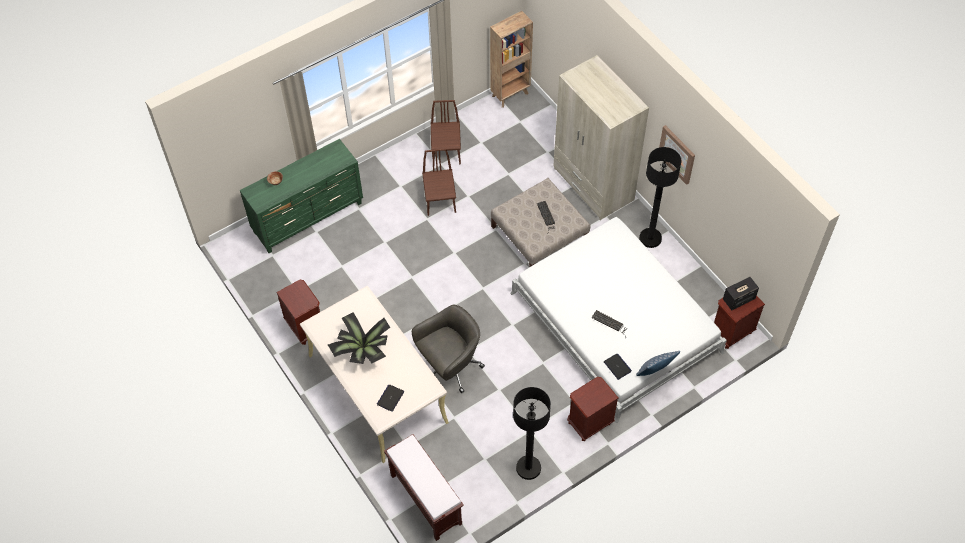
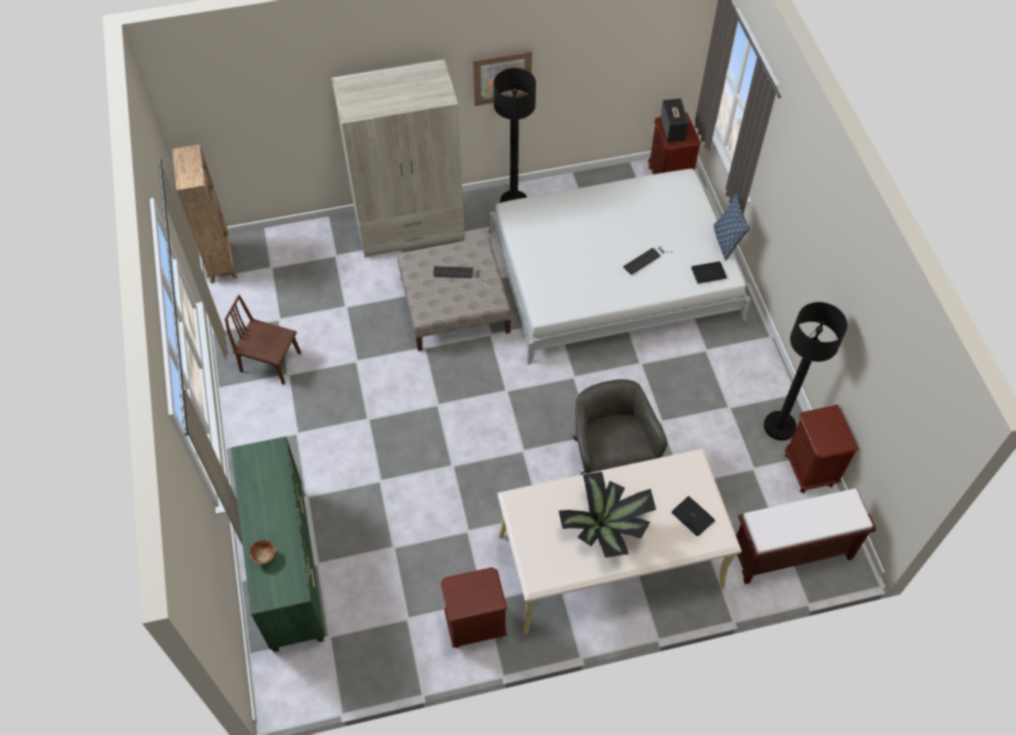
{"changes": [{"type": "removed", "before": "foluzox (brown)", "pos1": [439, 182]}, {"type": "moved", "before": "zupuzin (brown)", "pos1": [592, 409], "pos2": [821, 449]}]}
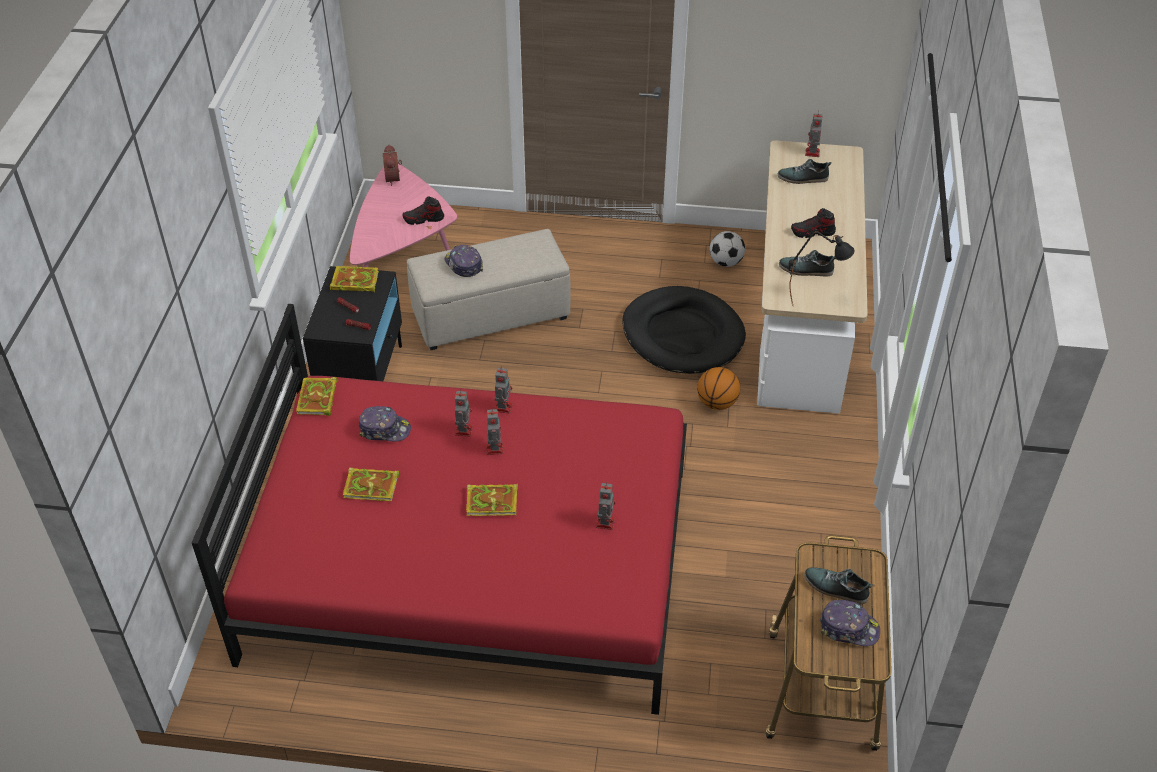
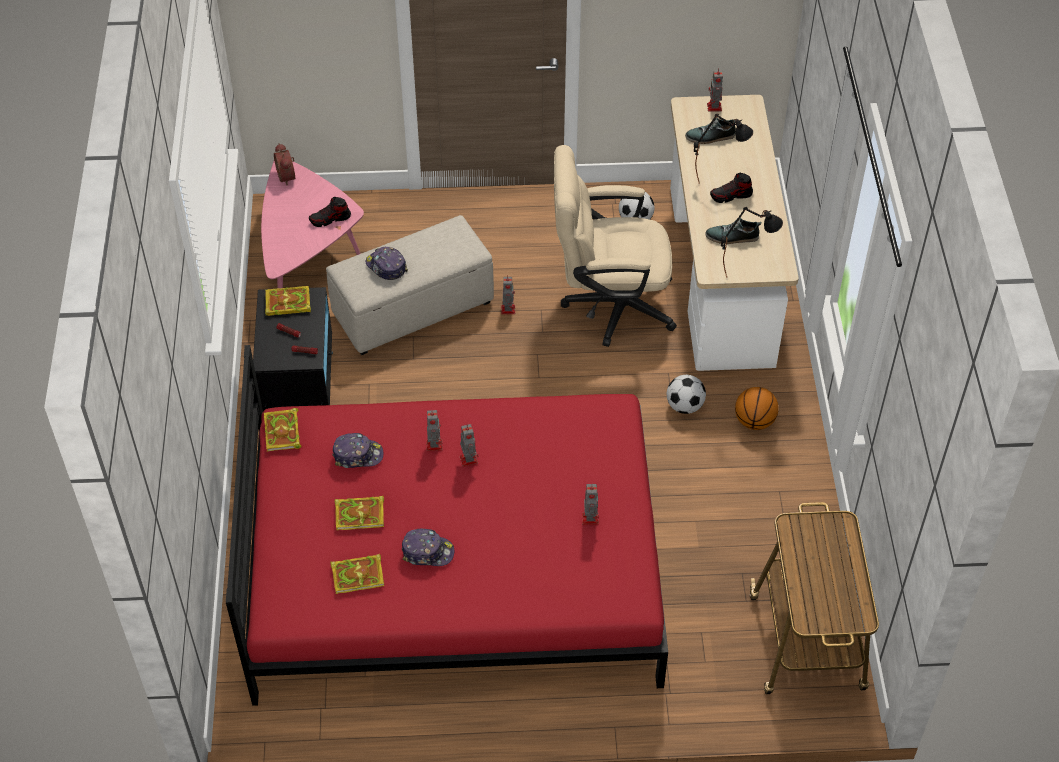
{"changes": [{"type": "removed", "before": "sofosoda", "pos1": [838, 585]}, {"type": "added", "after": "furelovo", "pos2": [686, 394]}, {"type": "added", "after": "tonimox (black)", "pos2": [723, 149]}, {"type": "moved", "before": "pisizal", "pos1": [492, 500], "pos2": [357, 573]}, {"type": "moved", "before": "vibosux", "pos1": [504, 389], "pos2": [508, 295]}, {"type": "moved", "before": "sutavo", "pos1": [718, 388], "pos2": [757, 408]}, {"type": "moved", "before": "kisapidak", "pos1": [850, 623], "pos2": [428, 547]}, {"type": "replaced", "before": "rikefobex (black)", "after": "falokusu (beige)", "pos1": [684, 330], "pos2": [615, 246]}]}
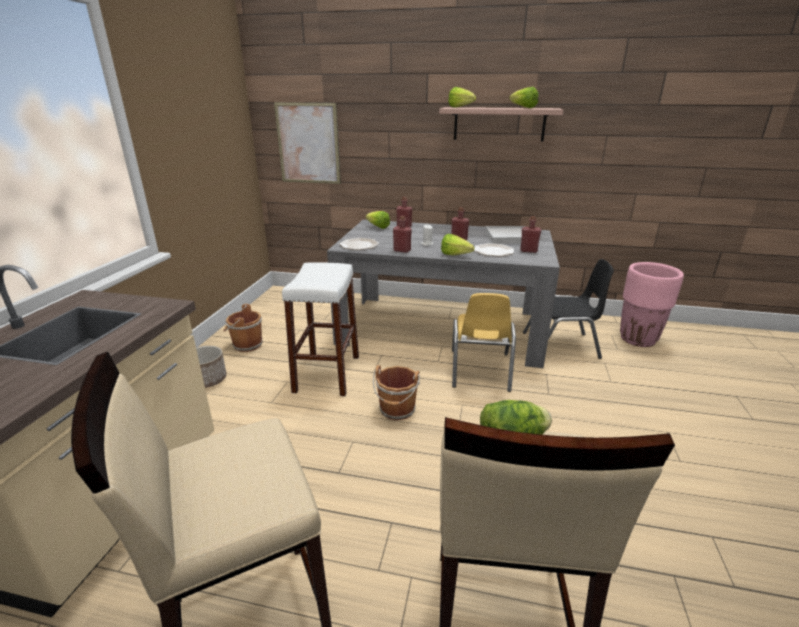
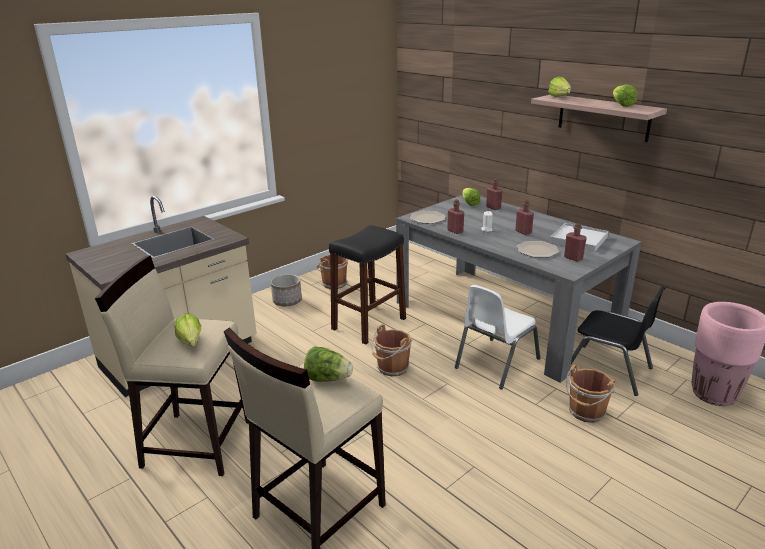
{"changes": [{"type": "removed", "before": "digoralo", "pos1": [307, 143]}, {"type": "added", "after": "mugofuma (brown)", "pos2": [591, 393]}, {"type": "moved", "before": "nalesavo", "pos1": [457, 244], "pos2": [187, 330]}, {"type": "recoloured", "before": "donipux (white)", "after": "donipux (black)", "pos1": [320, 329], "pos2": [367, 285]}, {"type": "recoloured", "before": "foluzox (yellow)", "after": "foluzox (white)", "pos1": [484, 342], "pos2": [497, 337]}]}
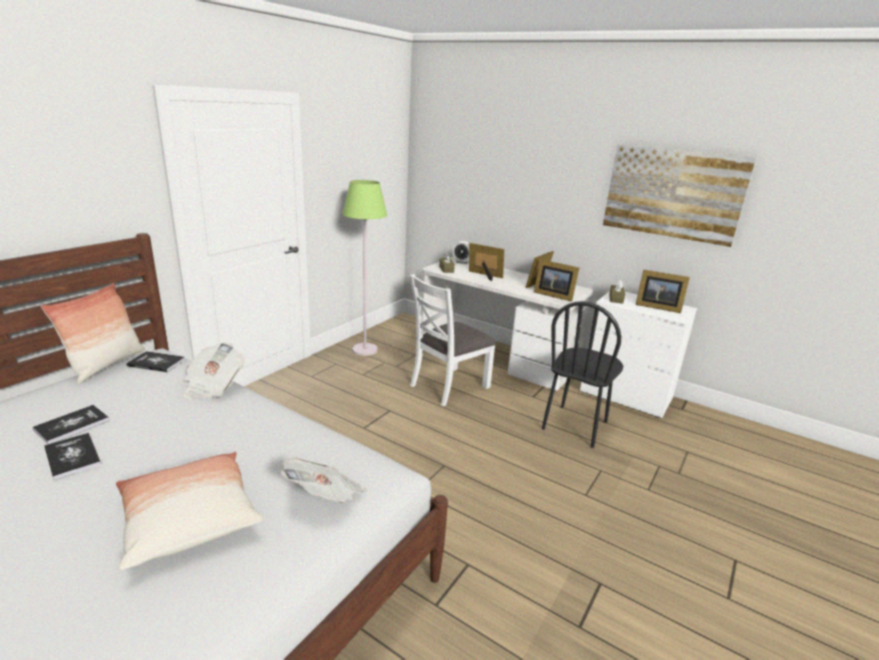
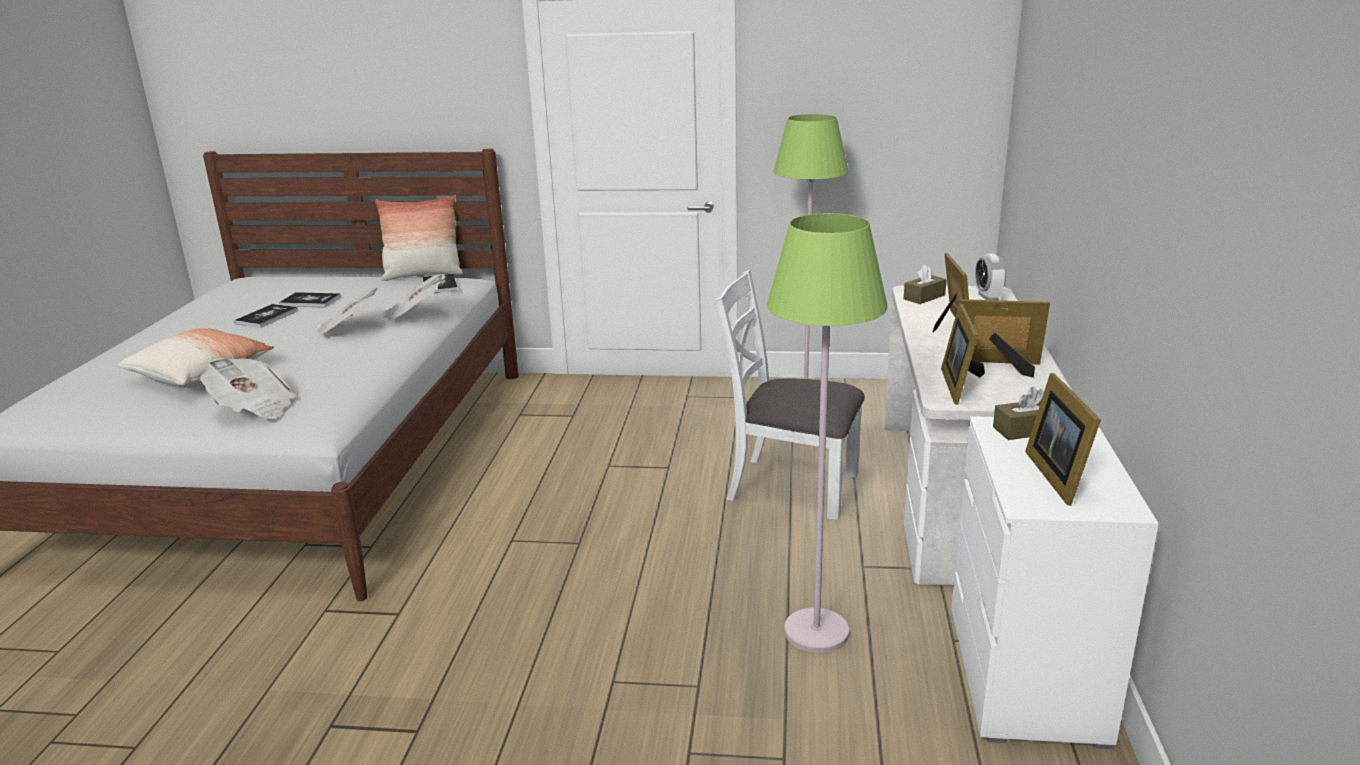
{"changes": [{"type": "removed", "before": "digoralo", "pos1": [679, 196]}, {"type": "added", "after": "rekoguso", "pos2": [347, 311]}, {"type": "replaced", "before": "foluzox (black)", "after": "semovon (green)", "pos1": [582, 374], "pos2": [827, 433]}]}
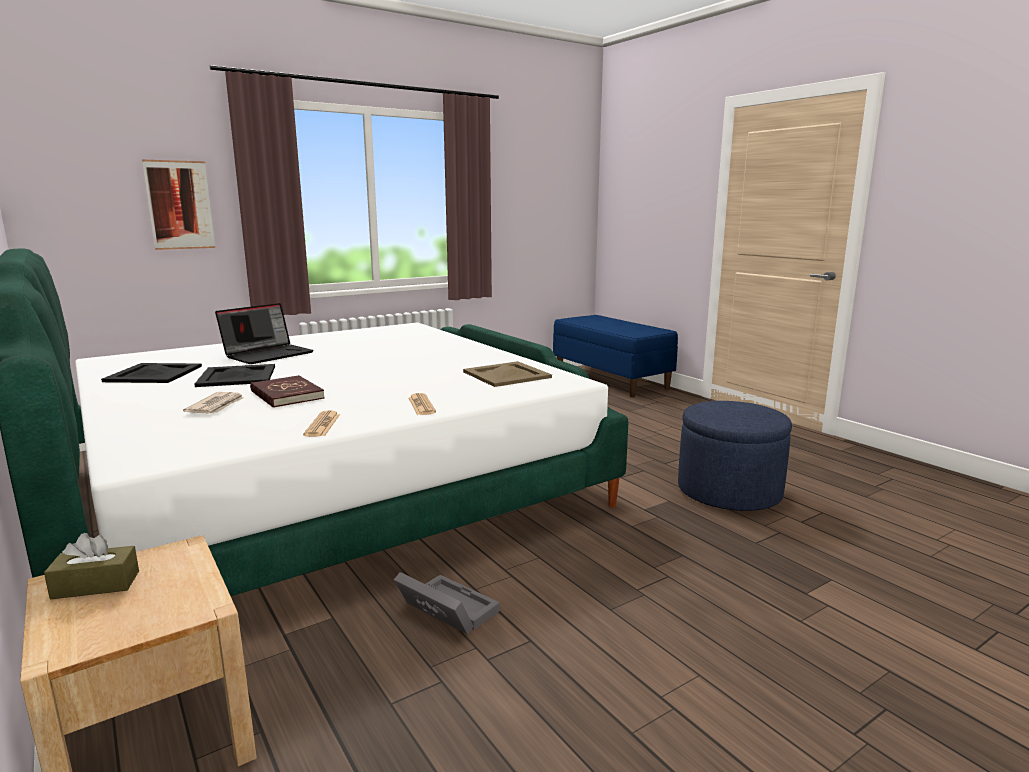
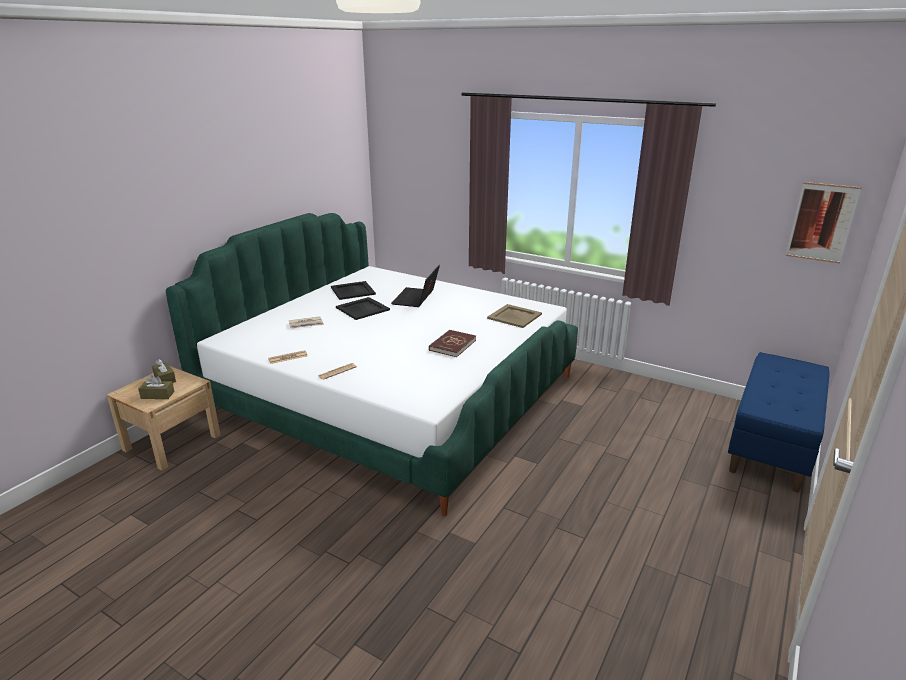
{"changes": [{"type": "removed", "before": "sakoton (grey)", "pos1": [447, 603]}, {"type": "removed", "before": "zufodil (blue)", "pos1": [735, 456]}, {"type": "added", "after": "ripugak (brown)", "pos2": [156, 387]}, {"type": "moved", "before": "digoralo", "pos1": [178, 204], "pos2": [824, 222]}, {"type": "moved", "before": "pisizal (red)", "pos1": [287, 391], "pos2": [452, 343]}, {"type": "moved", "before": "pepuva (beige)", "pos1": [507, 374], "pos2": [514, 316]}, {"type": "turned", "before": "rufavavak", "pos1": [264, 333], "pos2": [415, 286], "turn": 90}]}
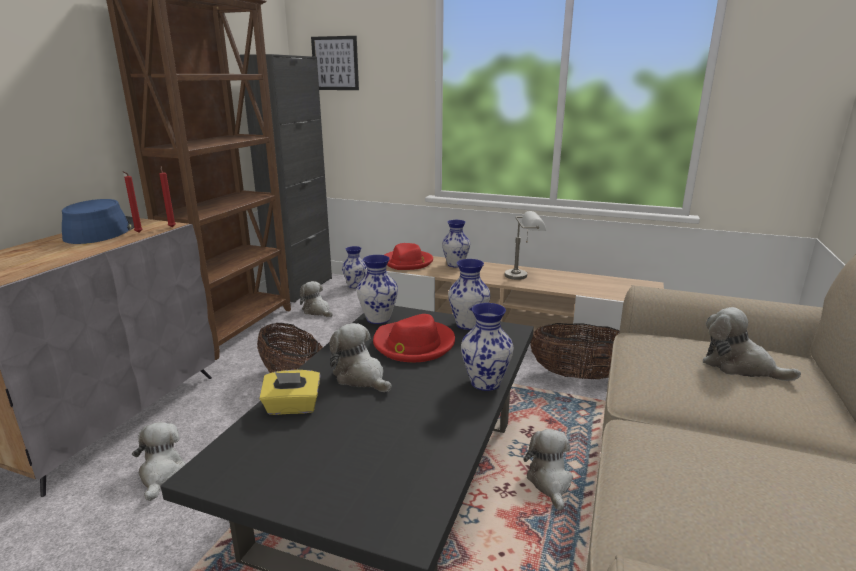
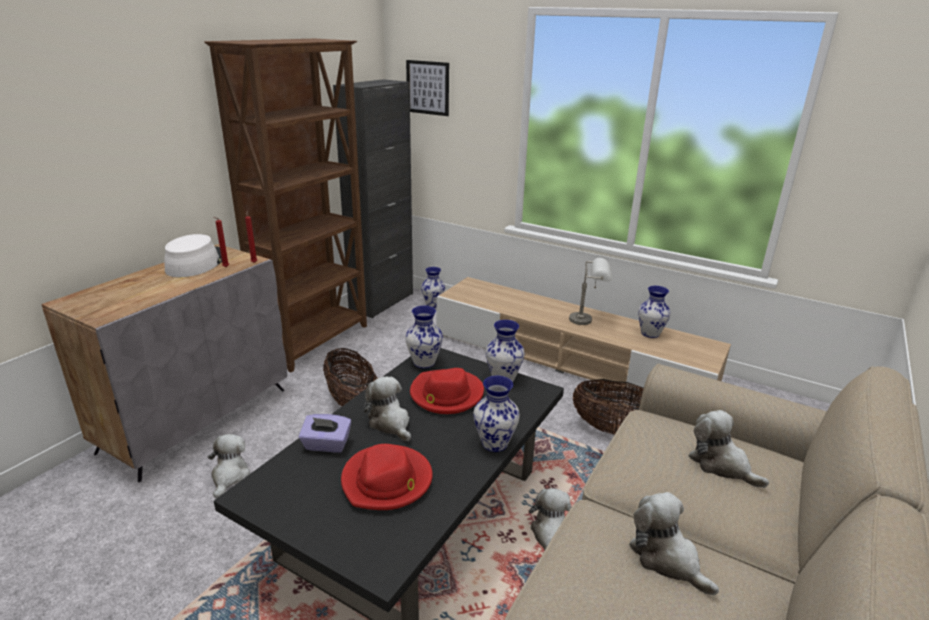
{"changes": [{"type": "moved", "before": "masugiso", "pos1": [316, 299], "pos2": [674, 543]}, {"type": "moved", "before": "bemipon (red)", "pos1": [409, 256], "pos2": [387, 477]}, {"type": "moved", "before": "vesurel", "pos1": [456, 244], "pos2": [654, 312]}, {"type": "recoloured", "before": "bemipon (blue)", "after": "bemipon (white)", "pos1": [98, 221], "pos2": [193, 255]}, {"type": "recoloured", "before": "ripugak (yellow)", "after": "ripugak (purple)", "pos1": [290, 392], "pos2": [325, 433]}]}
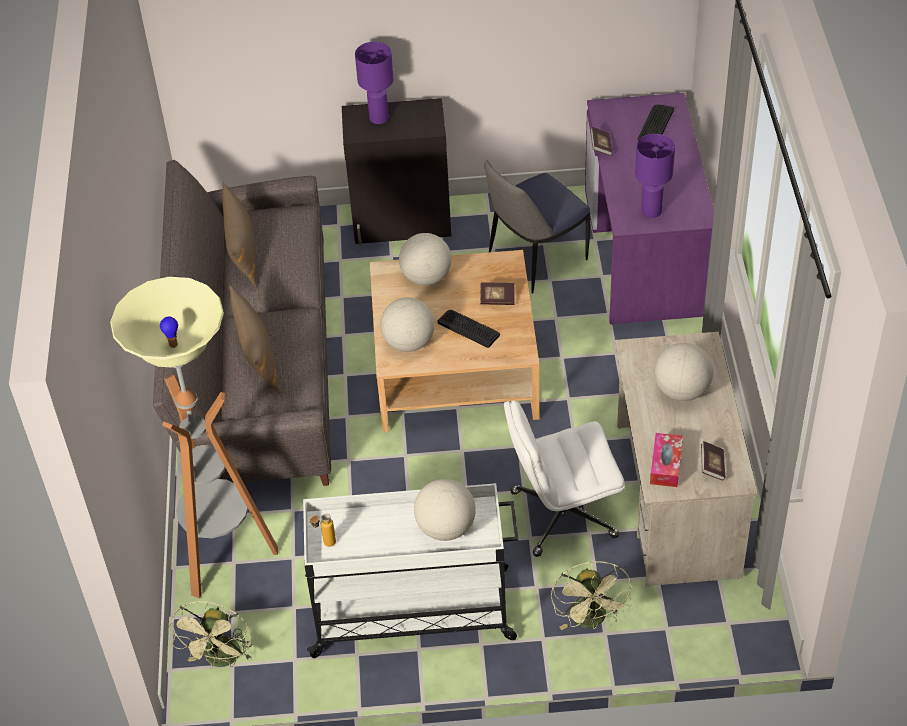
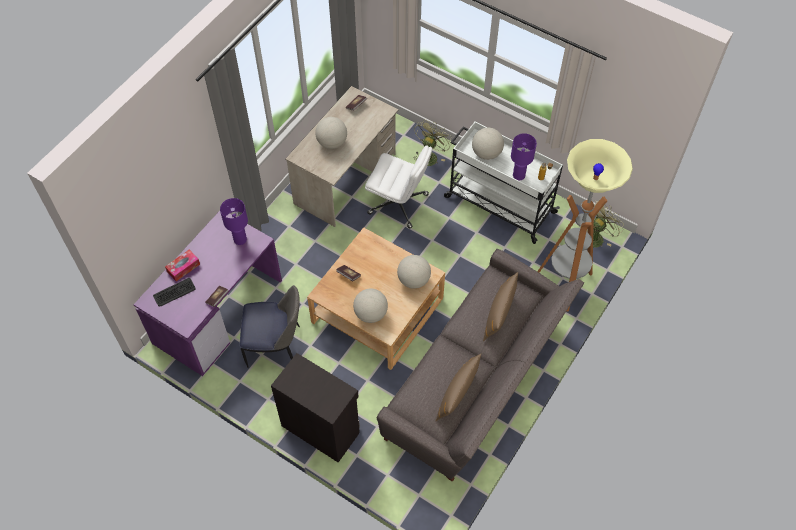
{"changes": [{"type": "removed", "before": "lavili", "pos1": [469, 329]}, {"type": "moved", "before": "tonimox (purple)", "pos1": [374, 83], "pos2": [524, 156]}, {"type": "moved", "before": "ripugak", "pos1": [666, 460], "pos2": [182, 265]}]}
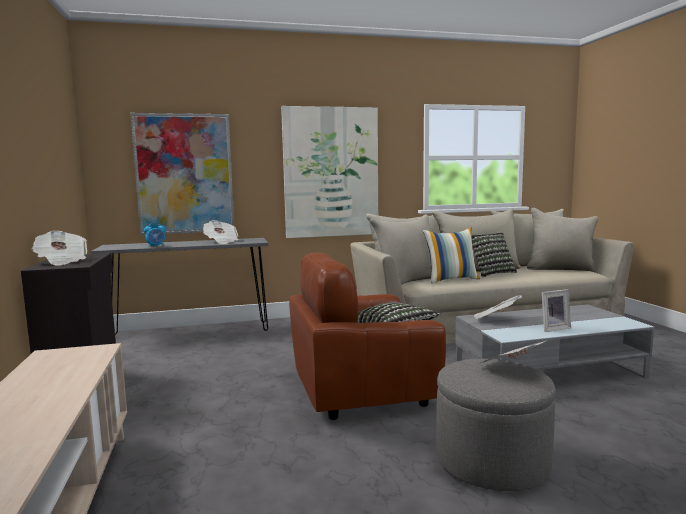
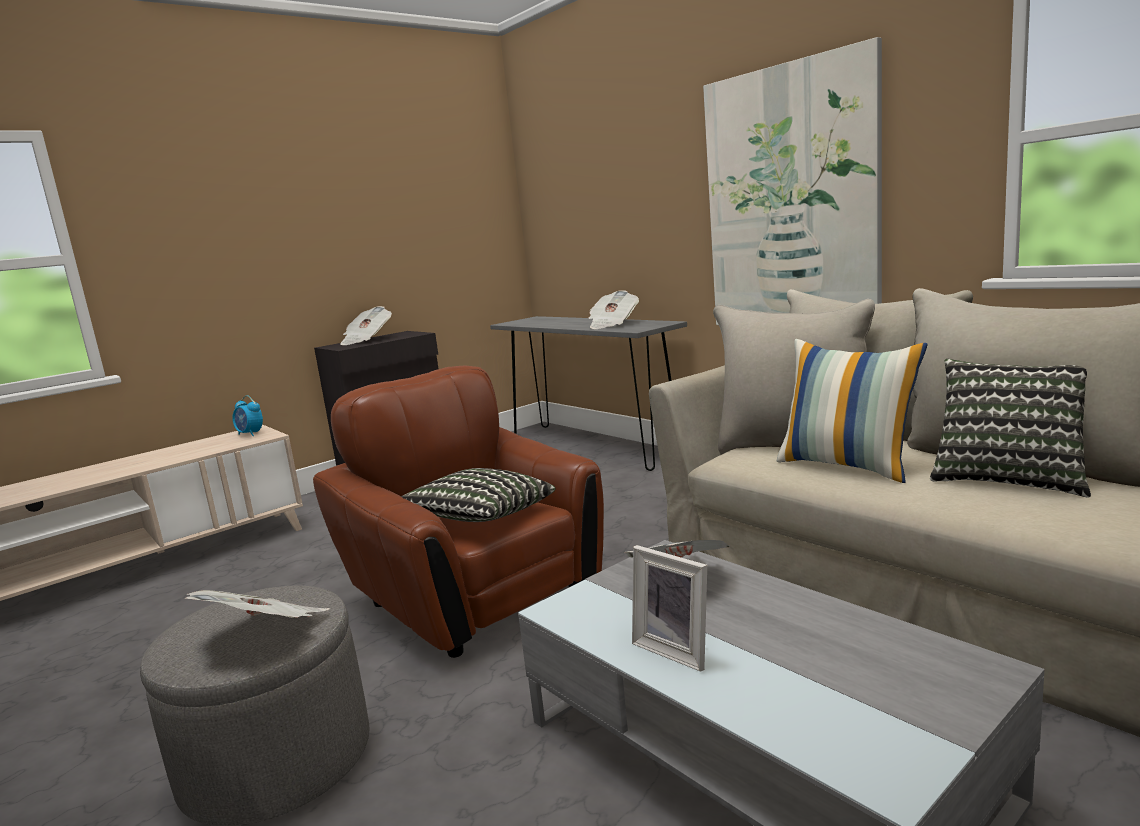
{"changes": [{"type": "removed", "before": "digoralo", "pos1": [182, 174]}, {"type": "moved", "before": "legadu", "pos1": [154, 234], "pos2": [247, 415]}]}
